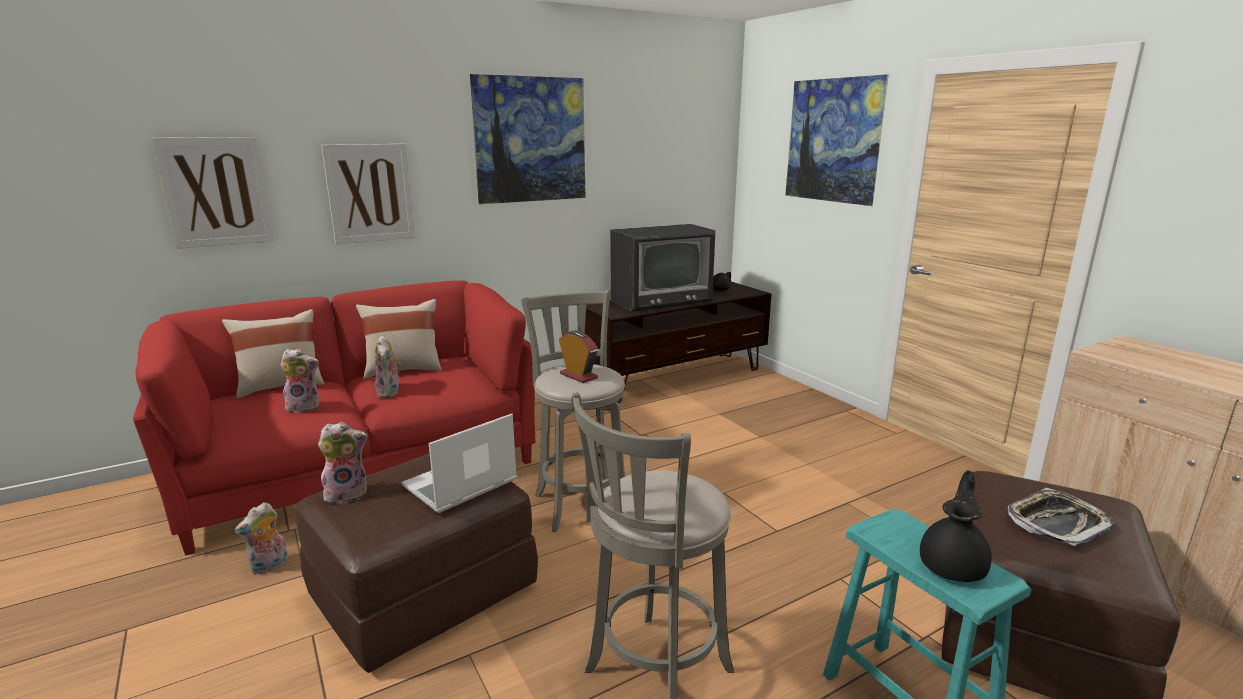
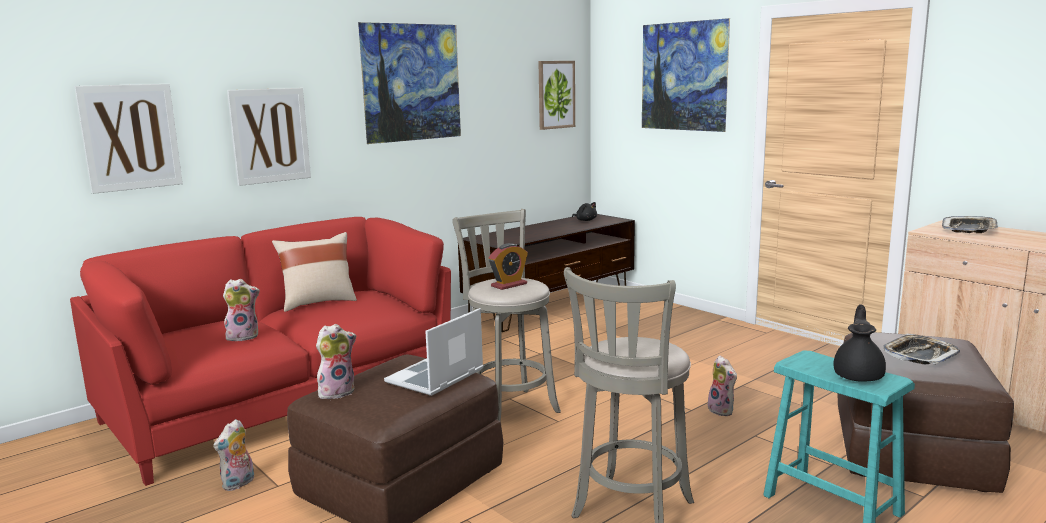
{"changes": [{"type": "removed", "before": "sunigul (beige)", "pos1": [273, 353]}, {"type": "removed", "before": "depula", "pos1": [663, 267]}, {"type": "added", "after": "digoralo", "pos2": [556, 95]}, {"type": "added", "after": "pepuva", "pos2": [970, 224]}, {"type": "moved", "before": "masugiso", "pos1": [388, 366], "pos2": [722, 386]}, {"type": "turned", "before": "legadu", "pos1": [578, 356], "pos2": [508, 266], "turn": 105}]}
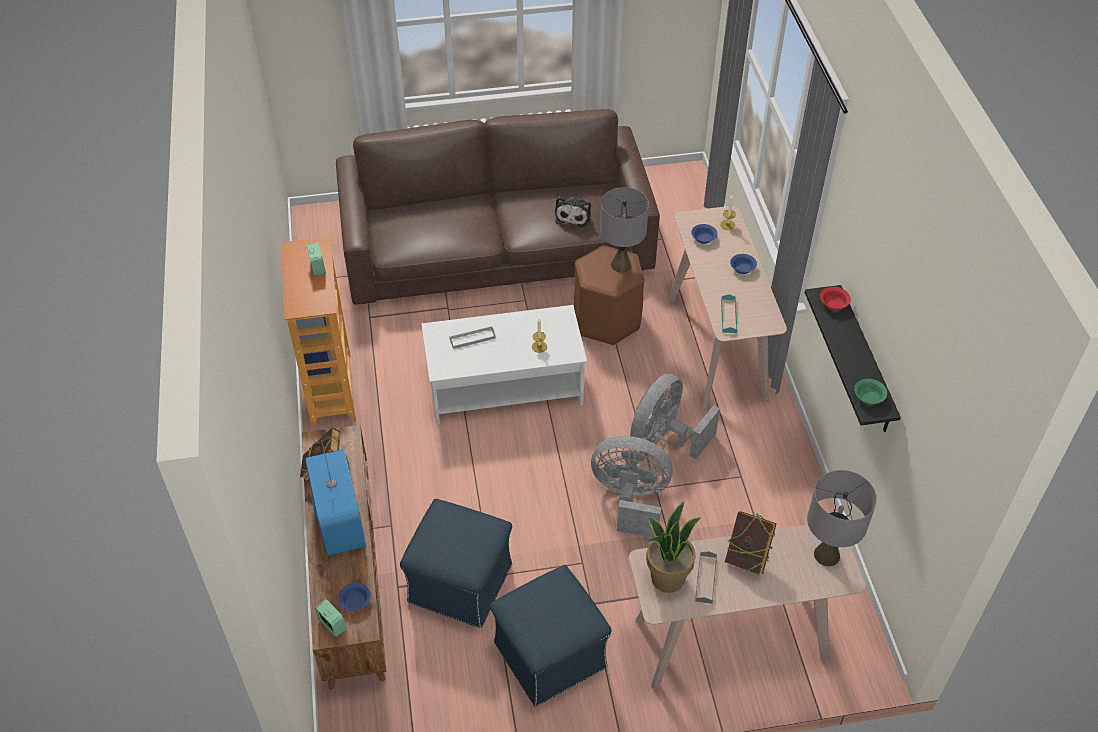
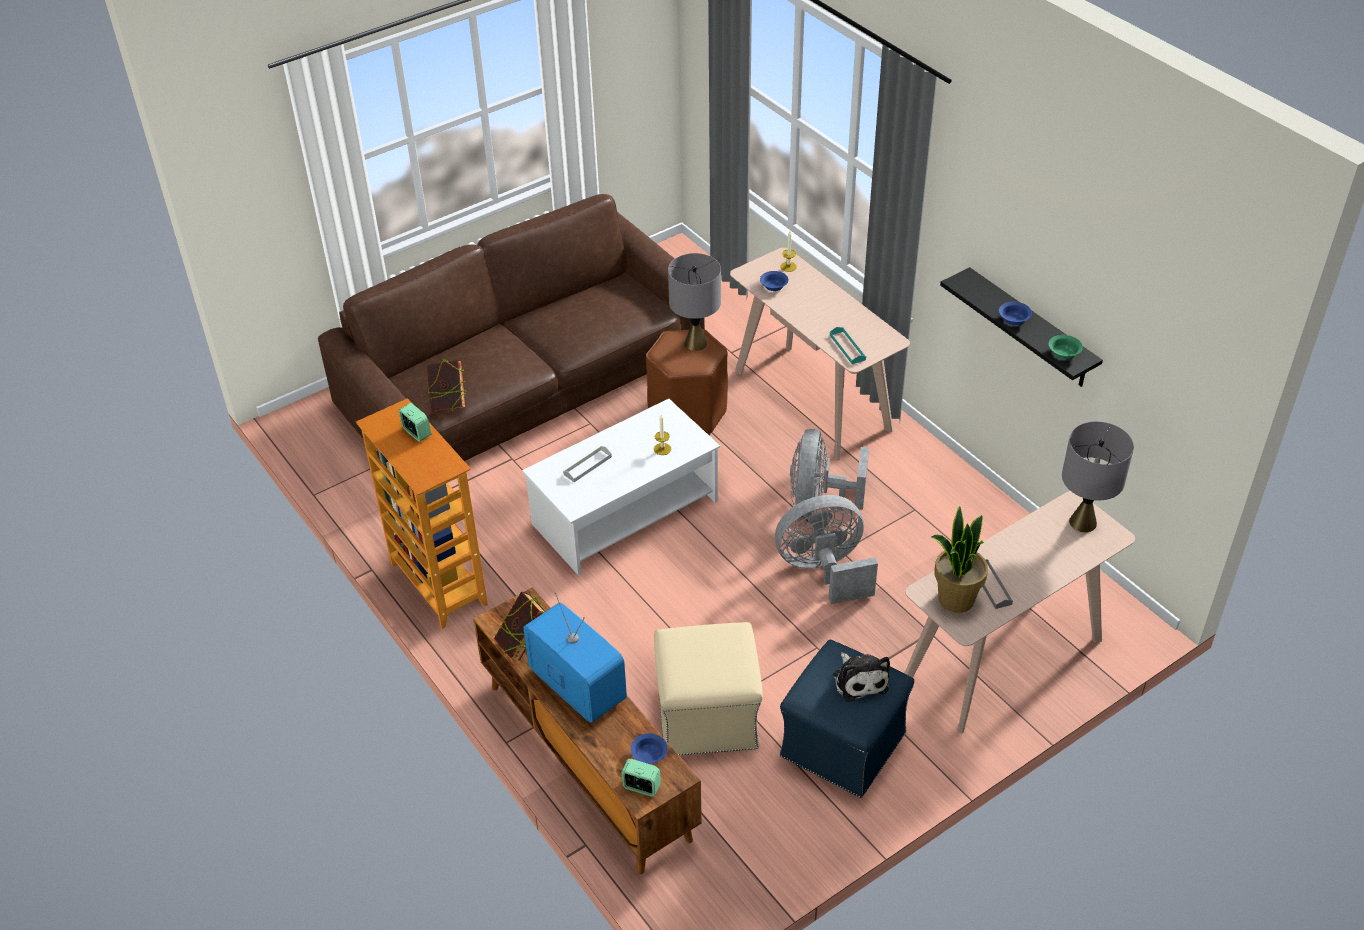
{"changes": [{"type": "removed", "before": "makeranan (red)", "pos1": [835, 298]}, {"type": "moved", "before": "masugiso", "pos1": [573, 212], "pos2": [861, 677]}, {"type": "moved", "before": "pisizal", "pos1": [751, 543], "pos2": [446, 385]}, {"type": "moved", "before": "makeranan (blue)", "pos1": [743, 264], "pos2": [1015, 313]}, {"type": "recoloured", "before": "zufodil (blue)", "after": "zufodil (beige)", "pos1": [456, 563], "pos2": [708, 689]}]}
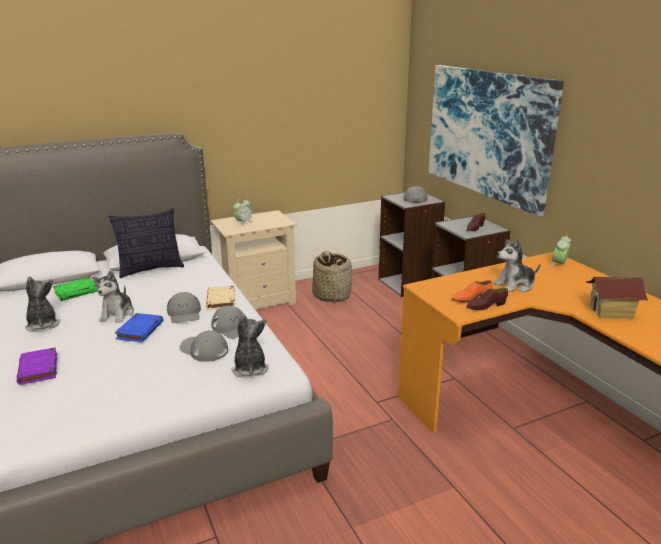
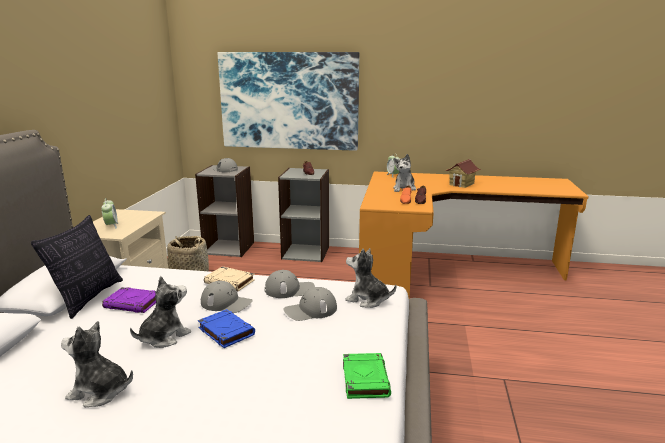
{"changes": [{"type": "moved", "before": "pisizal (purple)", "pos1": [37, 366], "pos2": [129, 300]}, {"type": "moved", "before": "pisizal (green)", "pos1": [75, 289], "pos2": [367, 376]}, {"type": "turned", "before": "masugiso", "pos1": [113, 297], "pos2": [160, 312], "turn": -90}]}
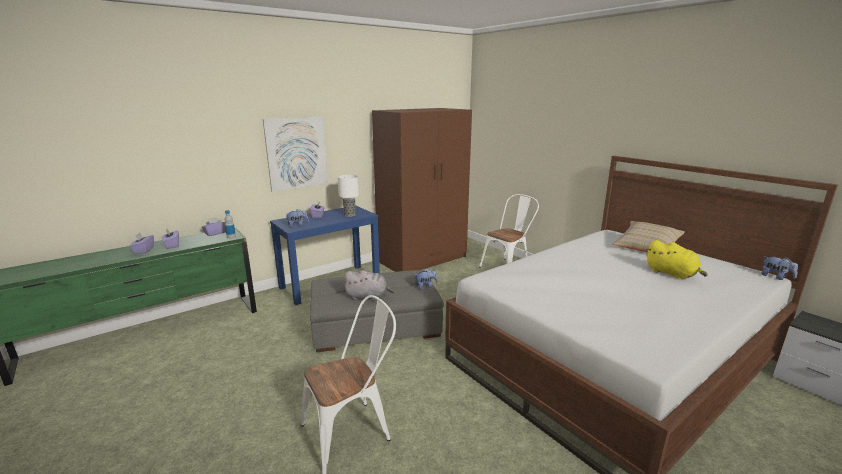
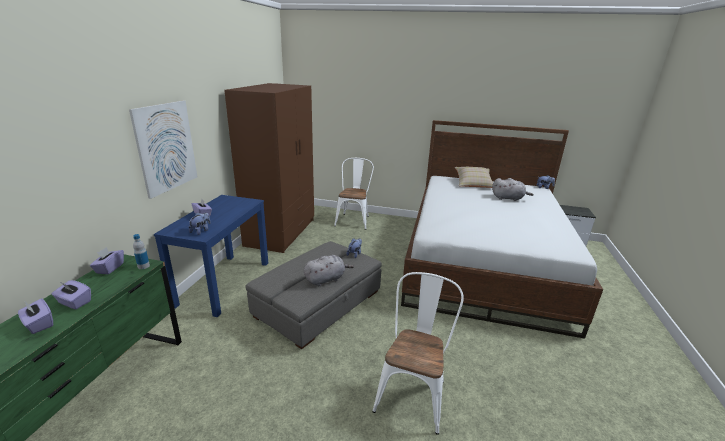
{"changes": [{"type": "removed", "before": "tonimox", "pos1": [348, 196]}, {"type": "recoloured", "before": "masugiso (yellow)", "after": "masugiso (grey)", "pos1": [677, 259], "pos2": [513, 189]}]}
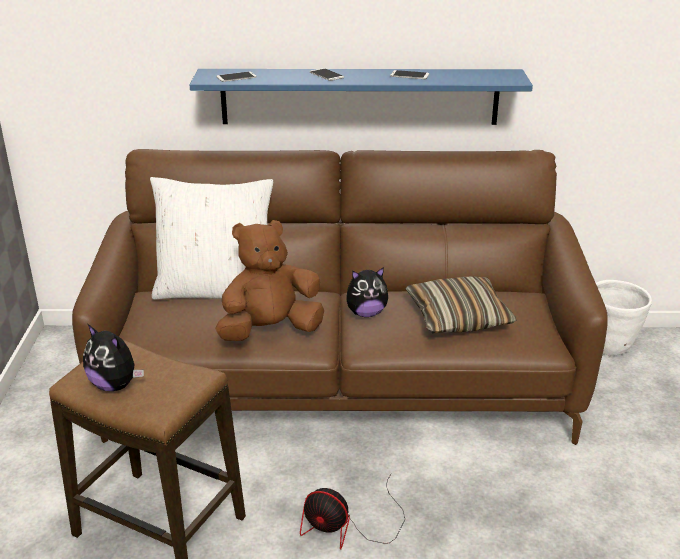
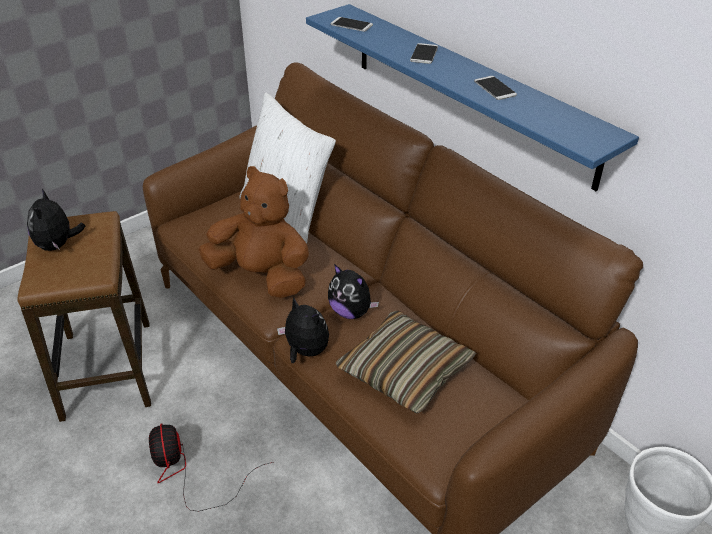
{"changes": [{"type": "added", "after": "masugiso", "pos2": [303, 329]}]}
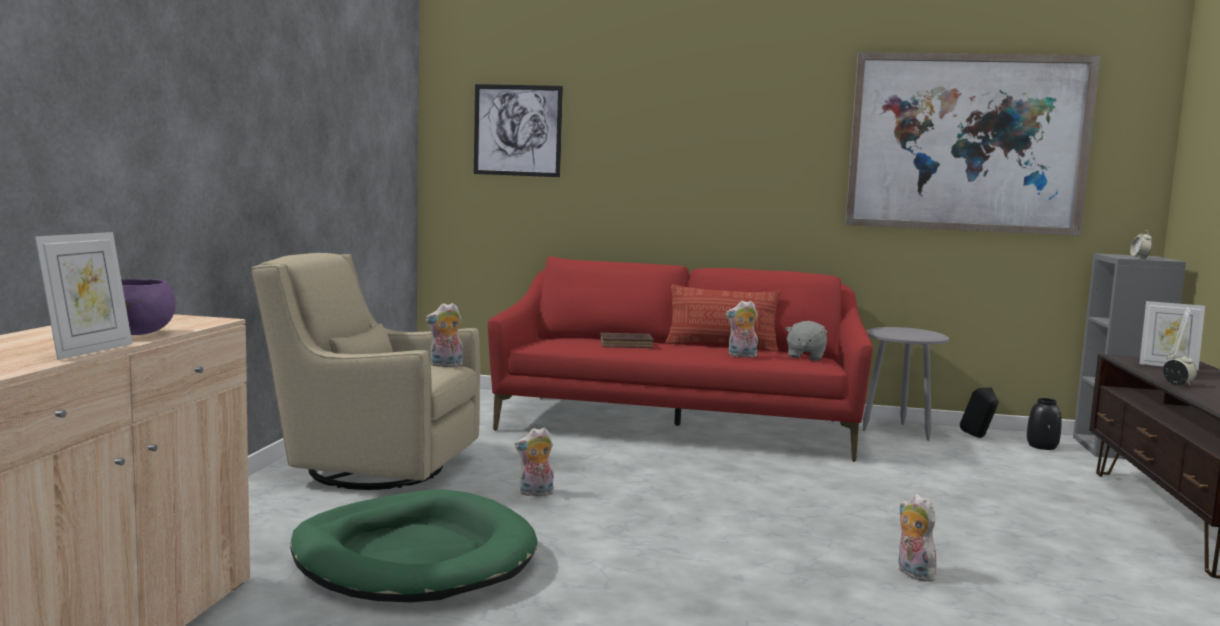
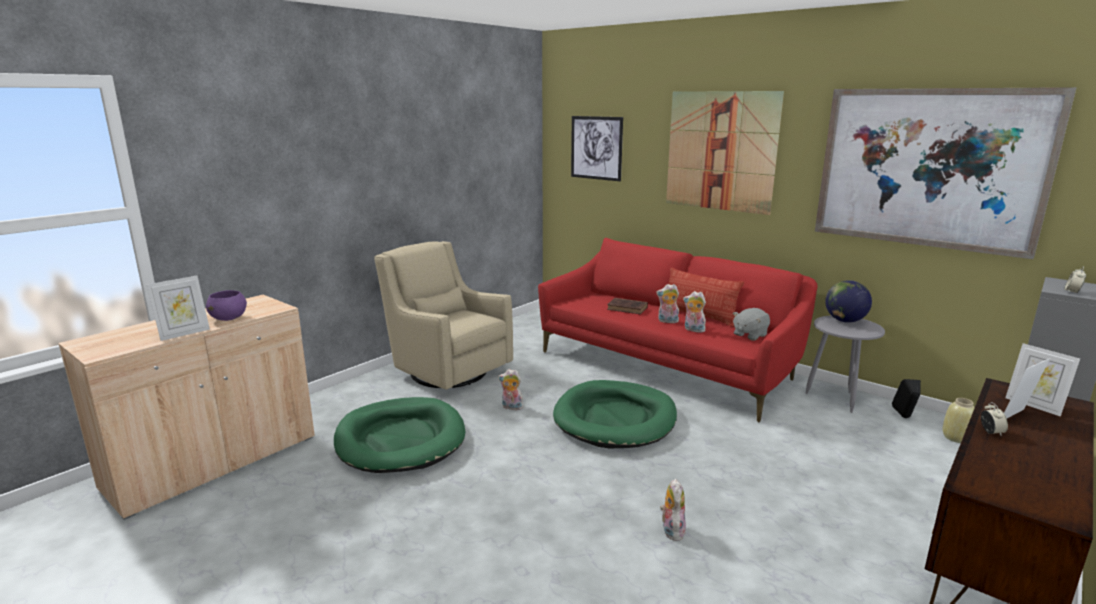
{"changes": [{"type": "added", "after": "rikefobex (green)", "pos2": [615, 414]}, {"type": "added", "after": "digoralo", "pos2": [725, 153]}, {"type": "added", "after": "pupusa", "pos2": [848, 301]}, {"type": "moved", "before": "masugiso", "pos1": [444, 335], "pos2": [667, 303]}, {"type": "recoloured", "before": "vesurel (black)", "after": "vesurel (beige)", "pos1": [1044, 424], "pos2": [959, 420]}]}
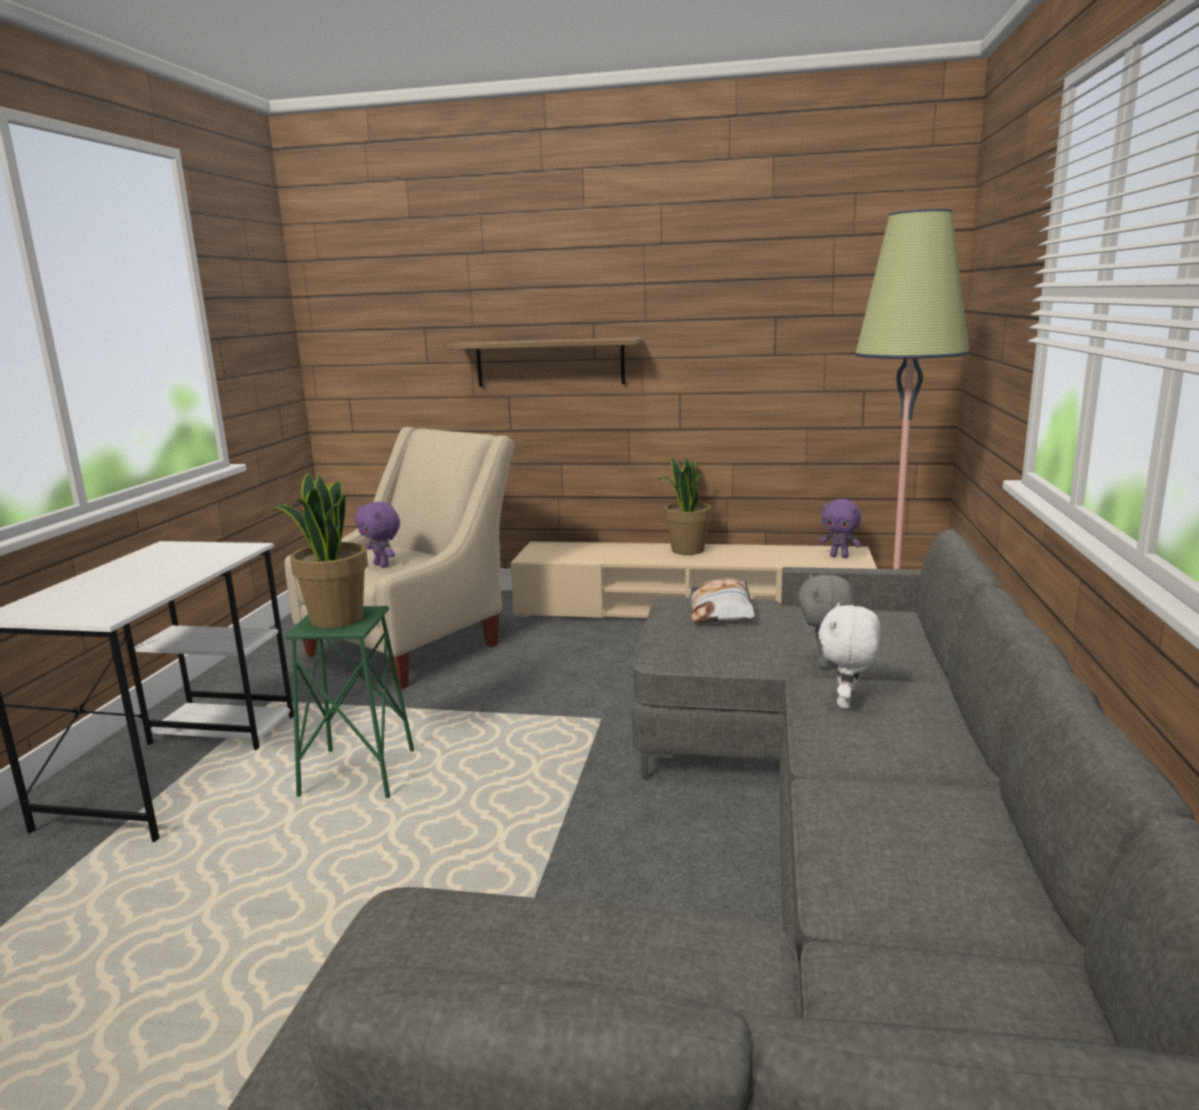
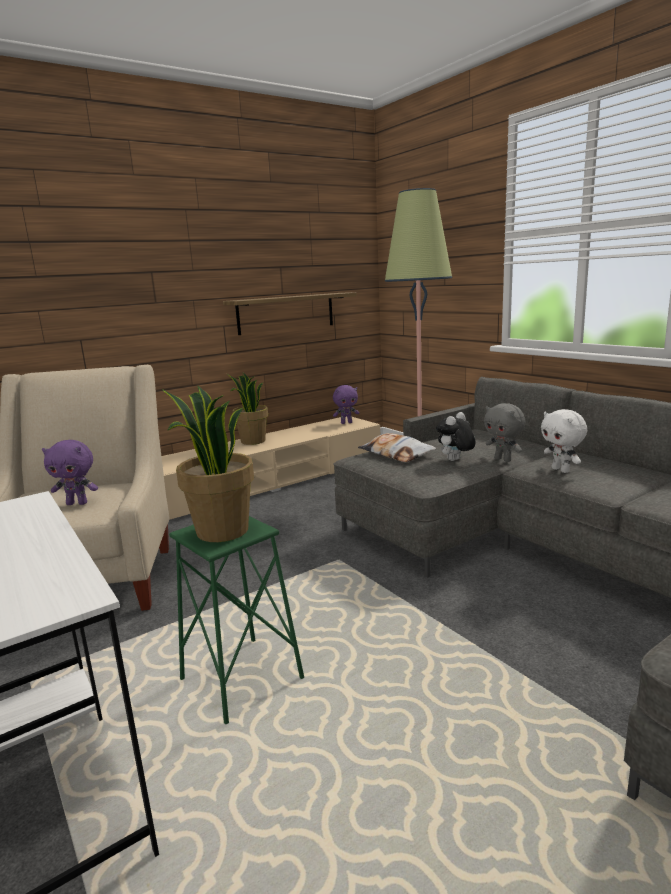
{"changes": [{"type": "added", "after": "masugiso", "pos2": [455, 436]}, {"type": "moved", "before": "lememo", "pos1": [544, 362], "pos2": [290, 313]}]}
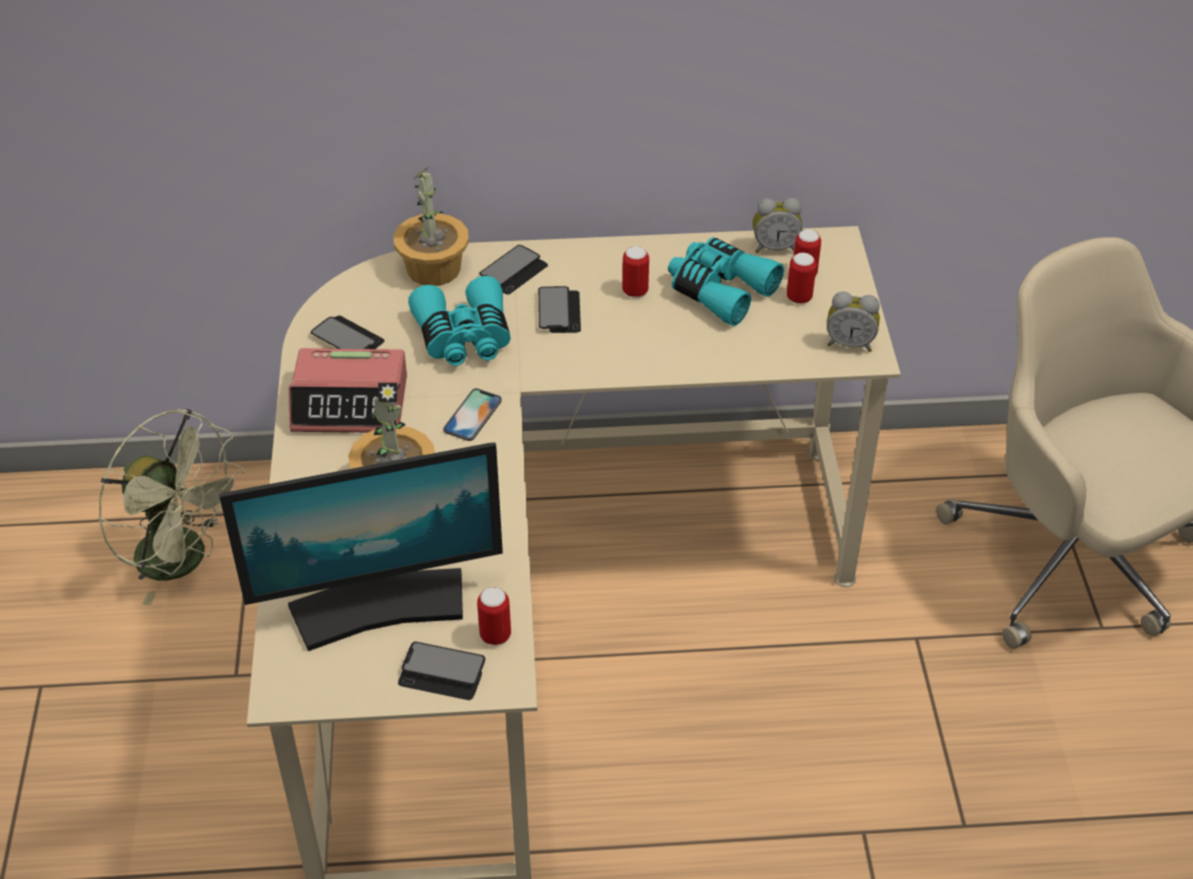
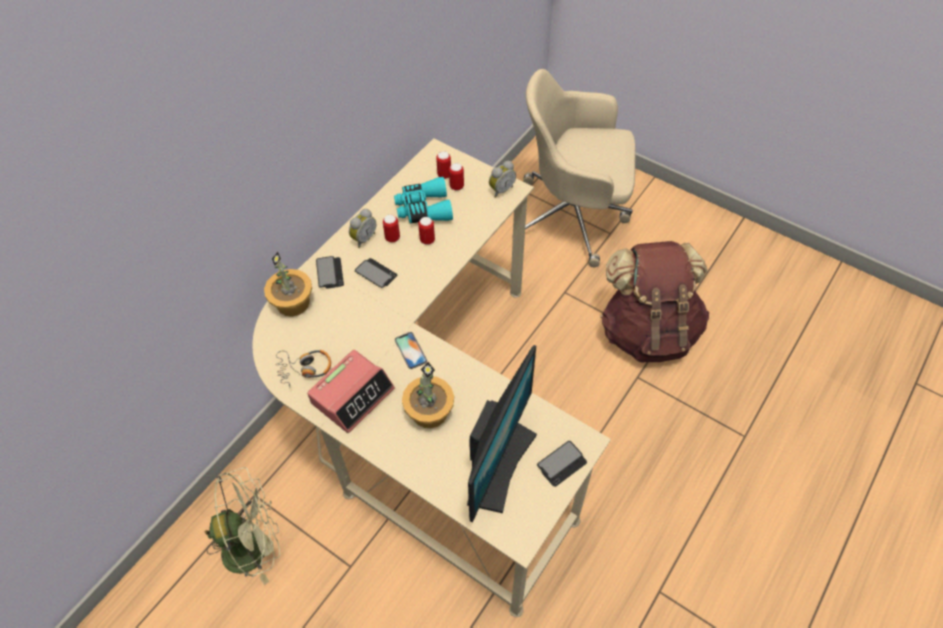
{"changes": [{"type": "removed", "before": "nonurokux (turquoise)", "pos1": [459, 321]}, {"type": "added", "after": "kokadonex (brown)", "pos2": [654, 301]}, {"type": "moved", "before": "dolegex", "pos1": [494, 616], "pos2": [426, 231]}, {"type": "moved", "before": "legadu", "pos1": [778, 225], "pos2": [362, 228]}, {"type": "replaced", "before": "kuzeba", "after": "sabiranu", "pos1": [348, 332], "pos2": [303, 368]}]}
